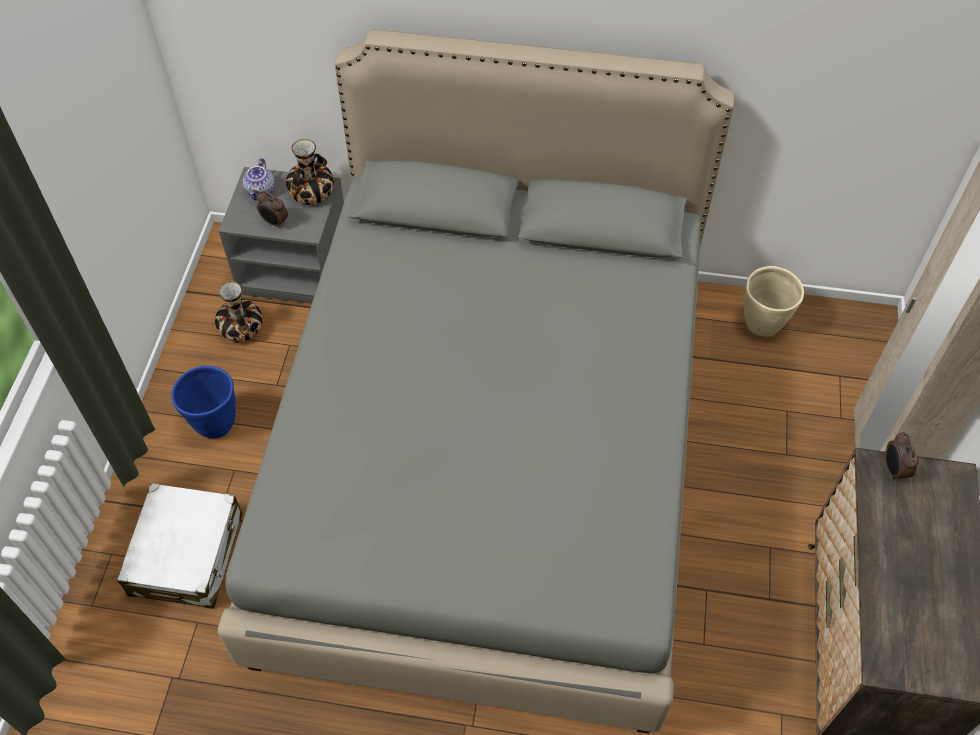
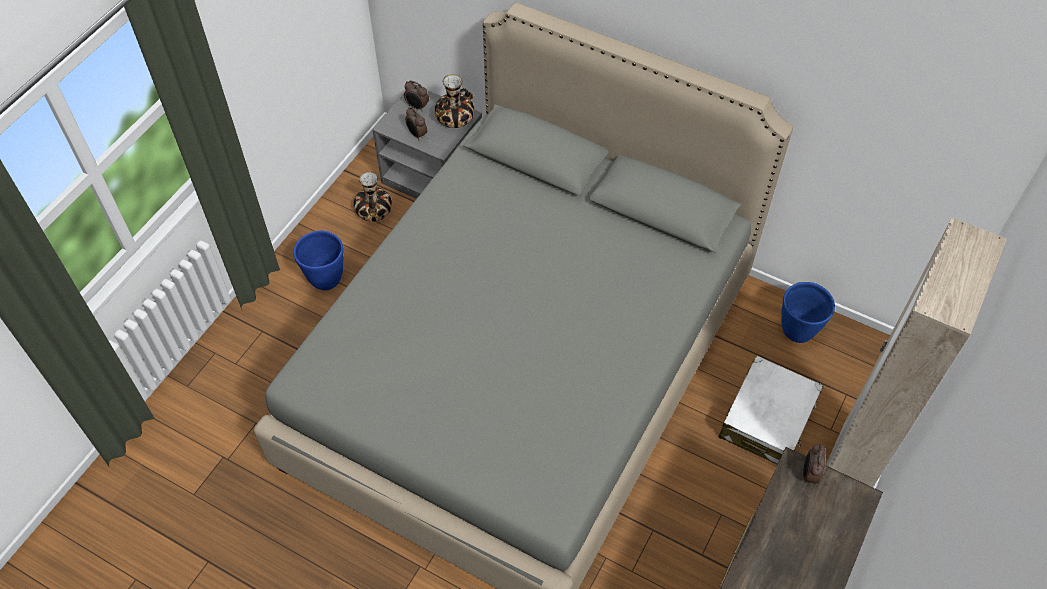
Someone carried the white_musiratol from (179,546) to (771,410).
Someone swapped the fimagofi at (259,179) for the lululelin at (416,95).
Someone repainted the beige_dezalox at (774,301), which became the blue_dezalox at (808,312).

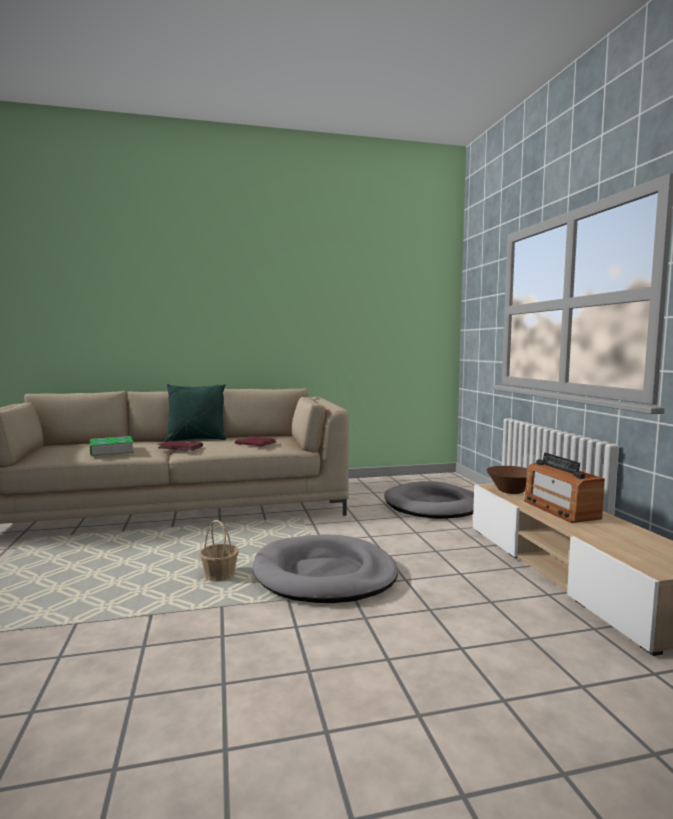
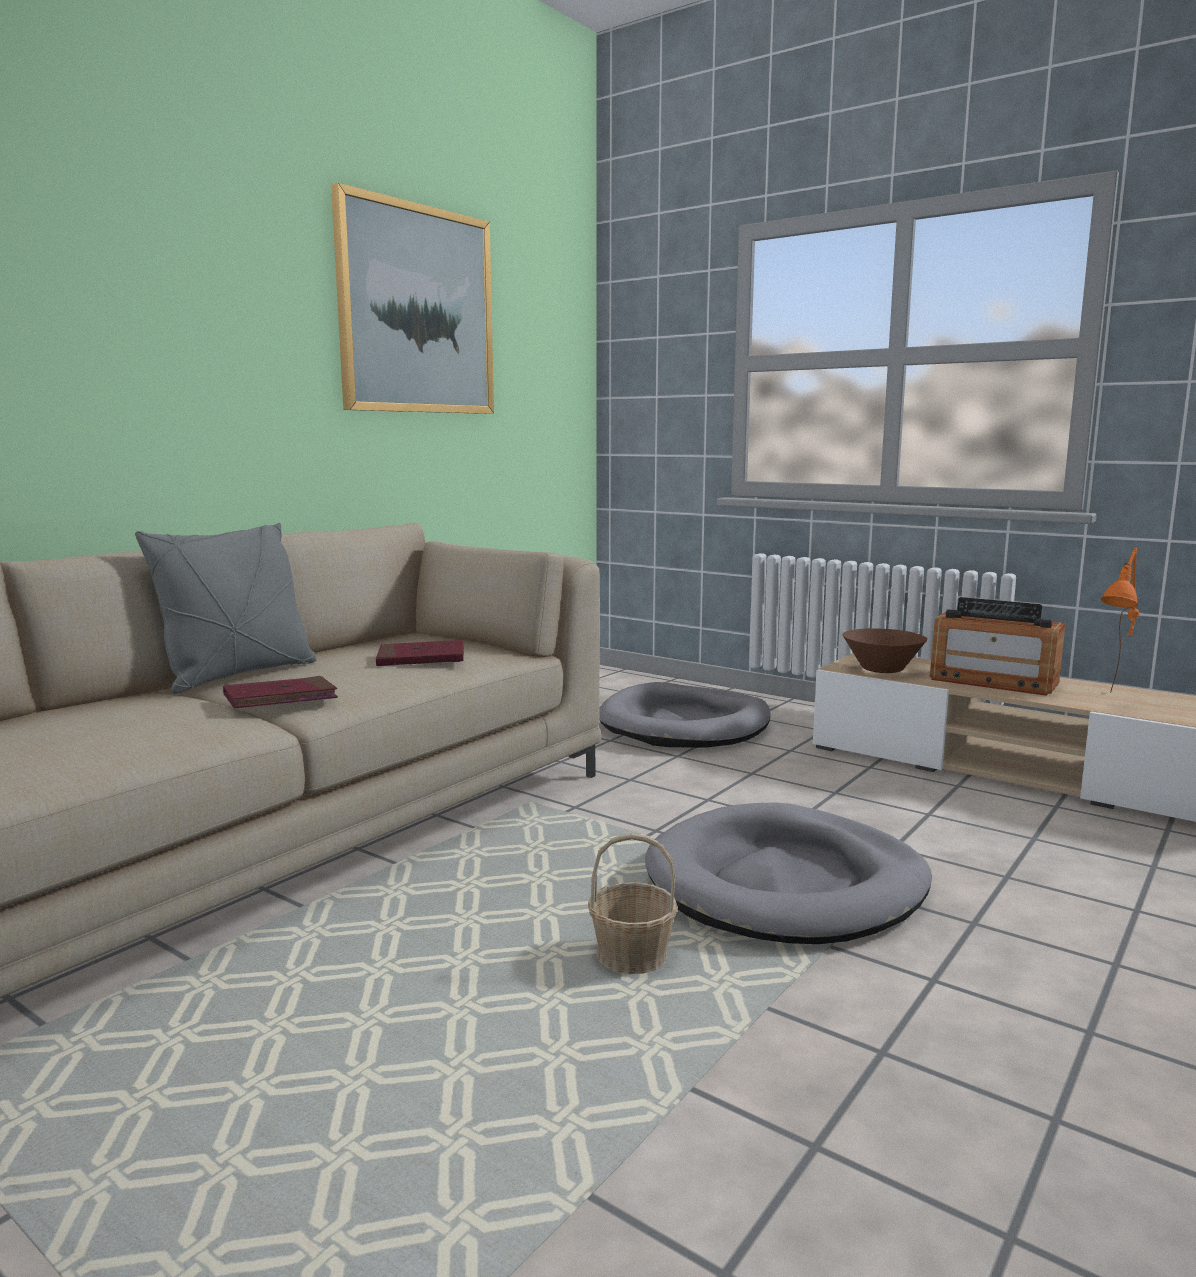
Someone took away the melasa at (112,446).
Someone repainted the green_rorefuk at (195,413), which became the grey_rorefuk at (226,608).
Someone put up the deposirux at (412,298).
Someone put down the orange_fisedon at (1120,620).

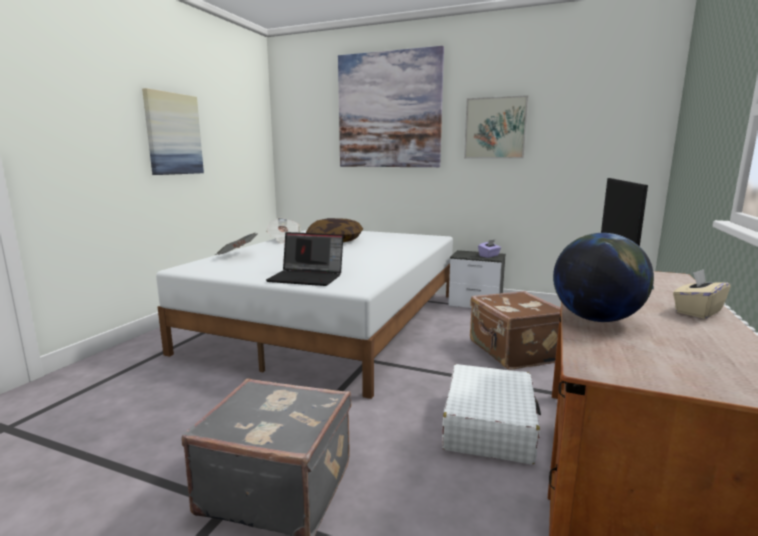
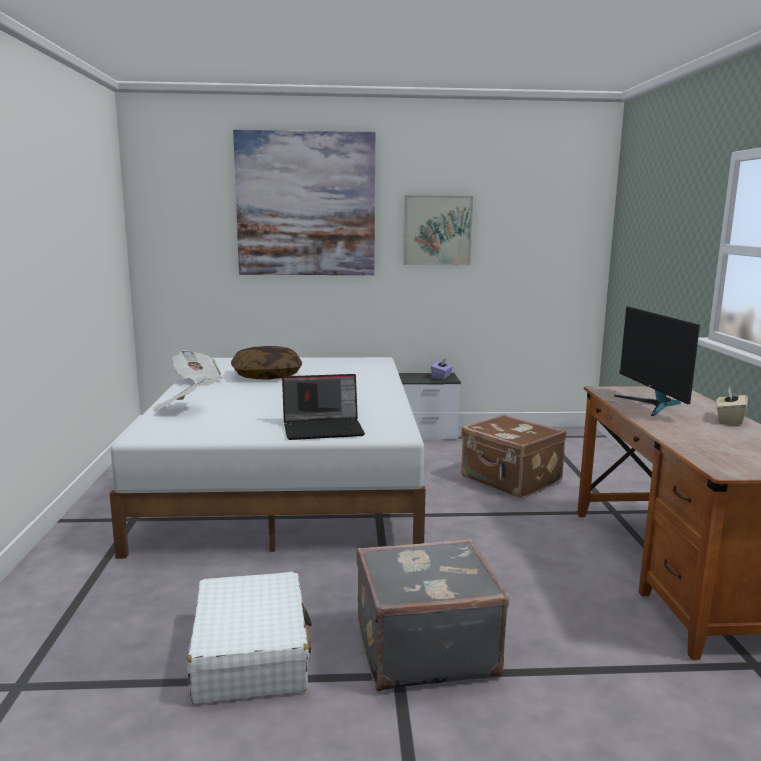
Someone took away the deposirux at (173,131).
Someone carried the white_musiratol from (491,414) to (249,638).
Someone took away the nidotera at (603,277).

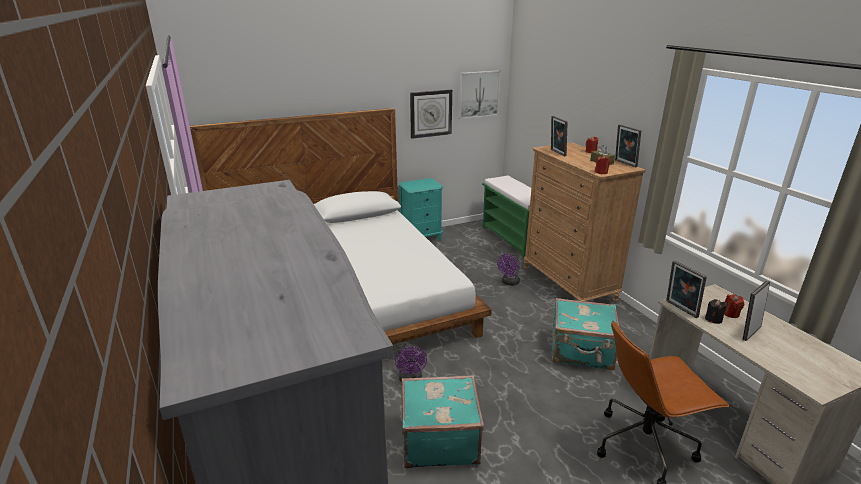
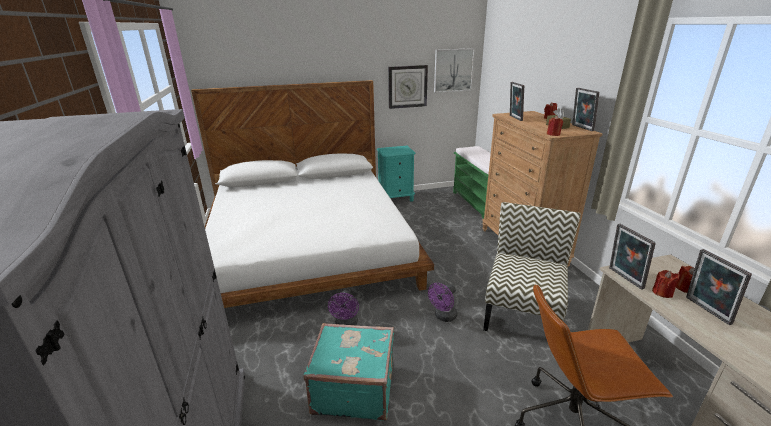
Someone carried the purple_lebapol from (508,270) to (443,302).
Someone swapped the turquoise_musiratol at (585,334) for the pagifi at (532,266).
Someone repainted the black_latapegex at (716,311), which became the red_latapegex at (665,284).
Someone rotated the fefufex at (756,310) by 75 degrees counterclockwise.

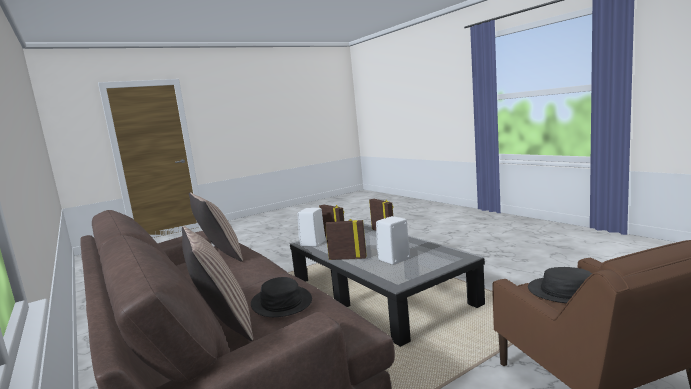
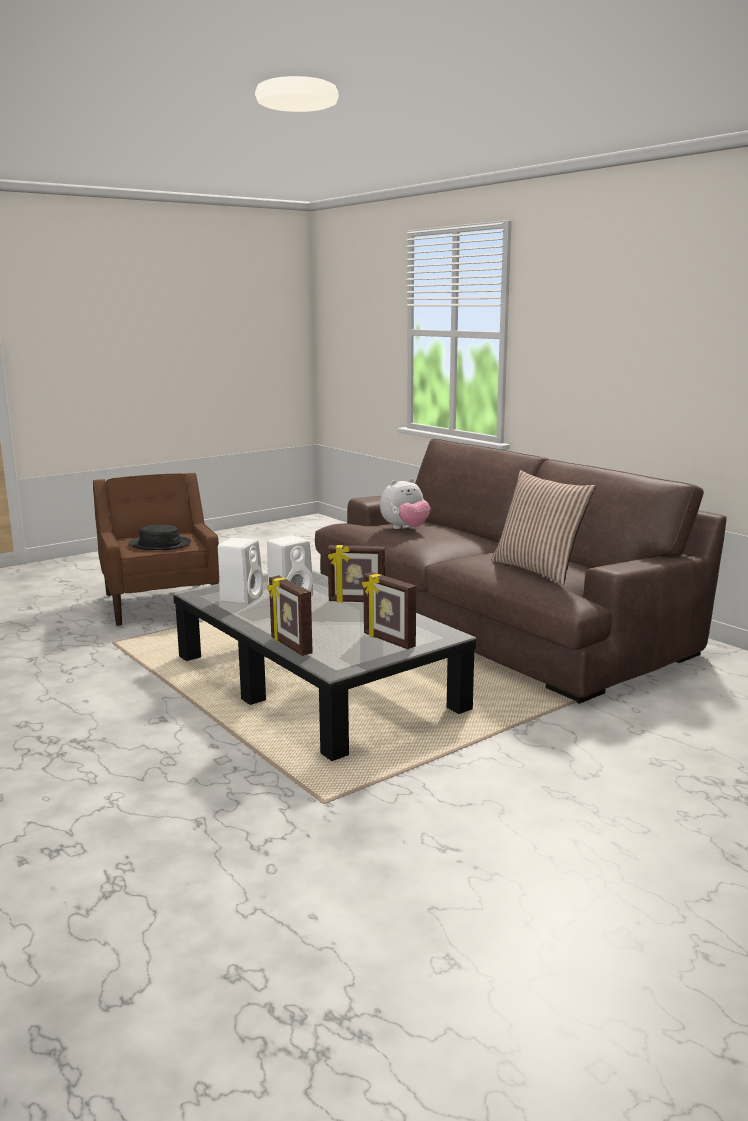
Someone took away the rorefuk at (217,283).
Someone swapped the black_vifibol at (281,297) for the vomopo at (405,503).
Someone carried the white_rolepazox from (311,227) to (240,571).

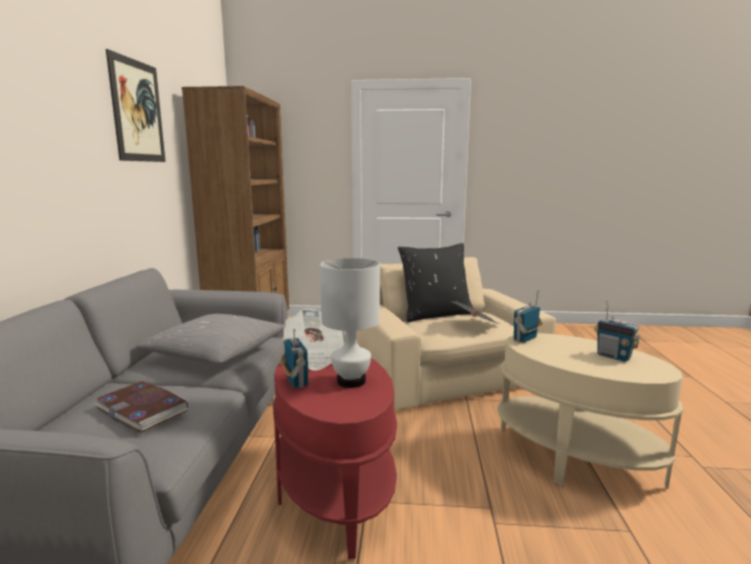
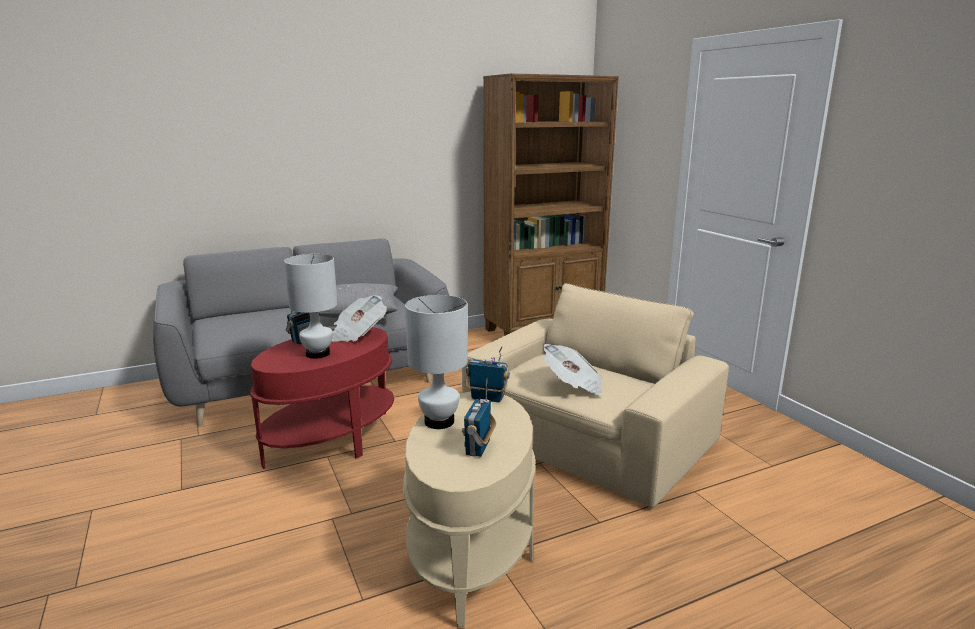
Someone took away the melasa at (141,407).
Someone took away the deposirux at (136,105).
Someone took away the black_rorefuk at (435,282).
Someone put down the white_fisedon at (436,362).

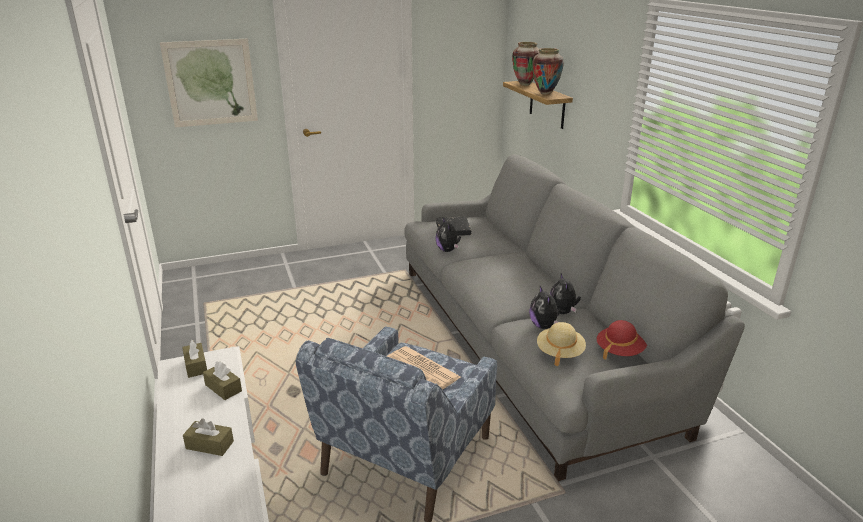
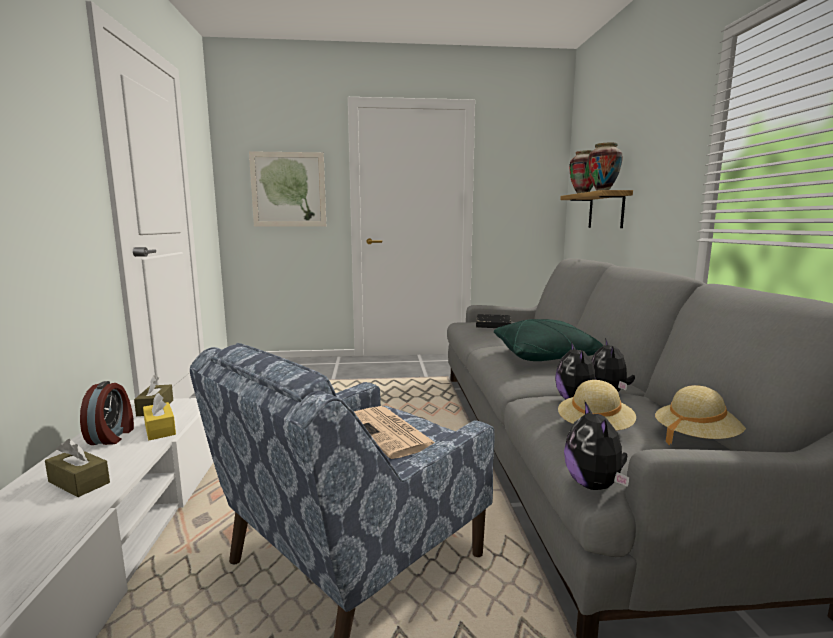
Someone repainted the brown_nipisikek at (222,380), which became the yellow_nipisikek at (159,416).
Someone carried the vomopo from (448,235) to (597,446).
Someone repainted the red_vifibol at (622,340), which became the beige_vifibol at (700,415).
Someone put down the lululelin at (107,413).
Someone put down the green_rorefuk at (548,340).

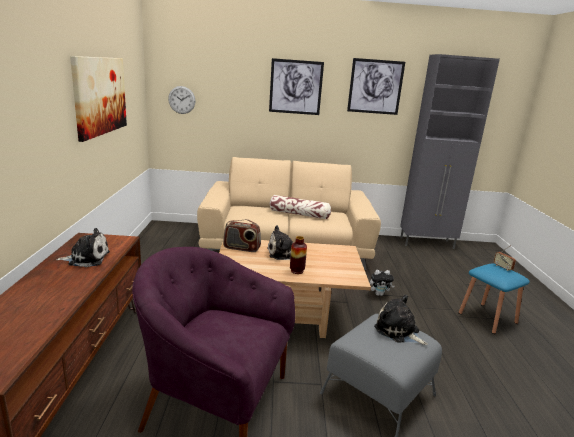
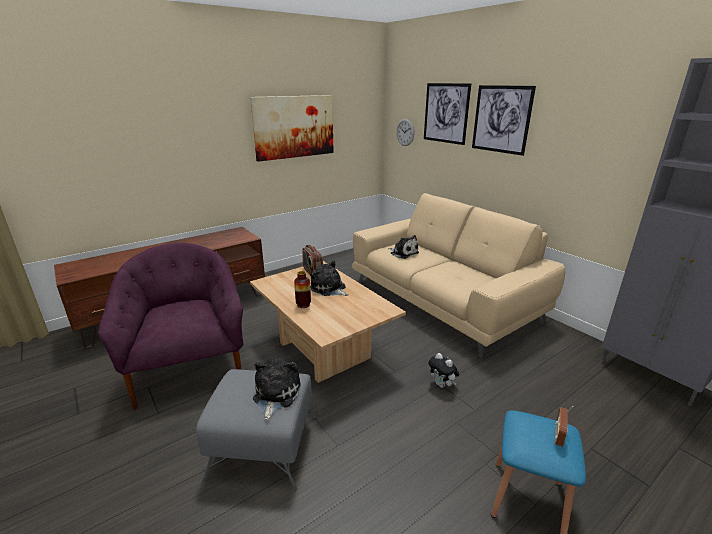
Someone carried the vomopo from (83,247) to (403,247).
Someone took away the rorefuk at (300,207).
Someone carried the deposirux from (376,86) to (447,114).

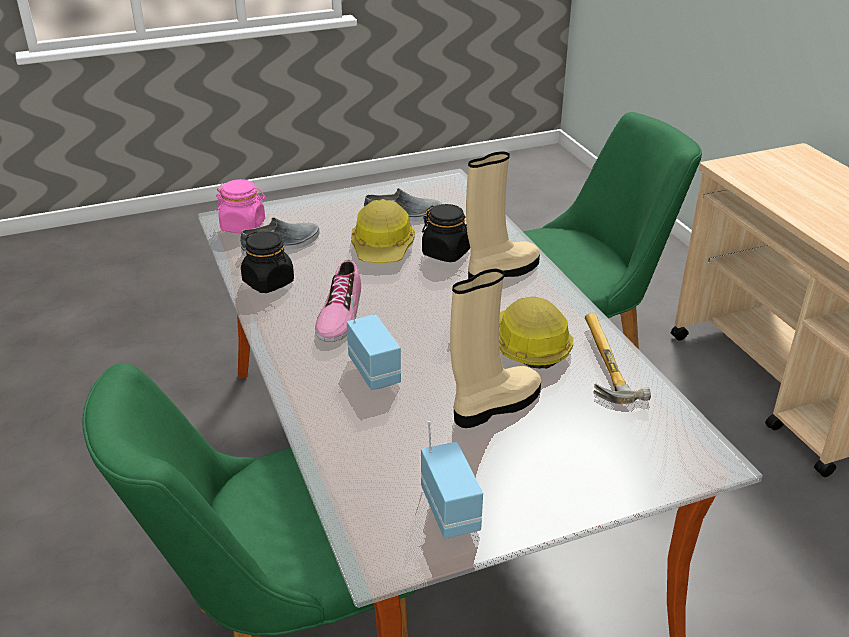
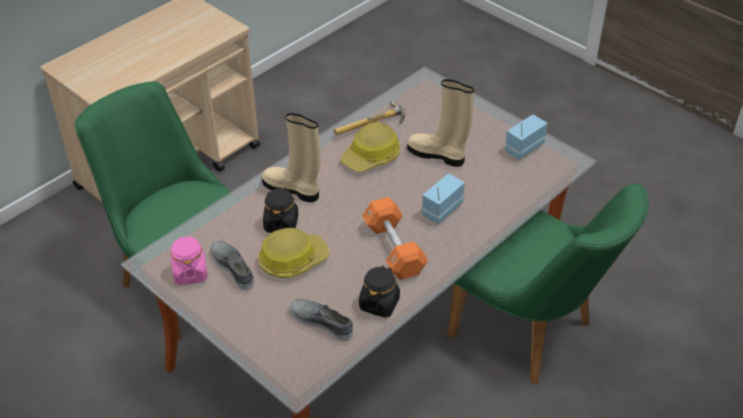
Someone carried the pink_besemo from (241,206) to (189,260).
Someone swapped the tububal at (338,301) for the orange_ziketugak at (395,238).

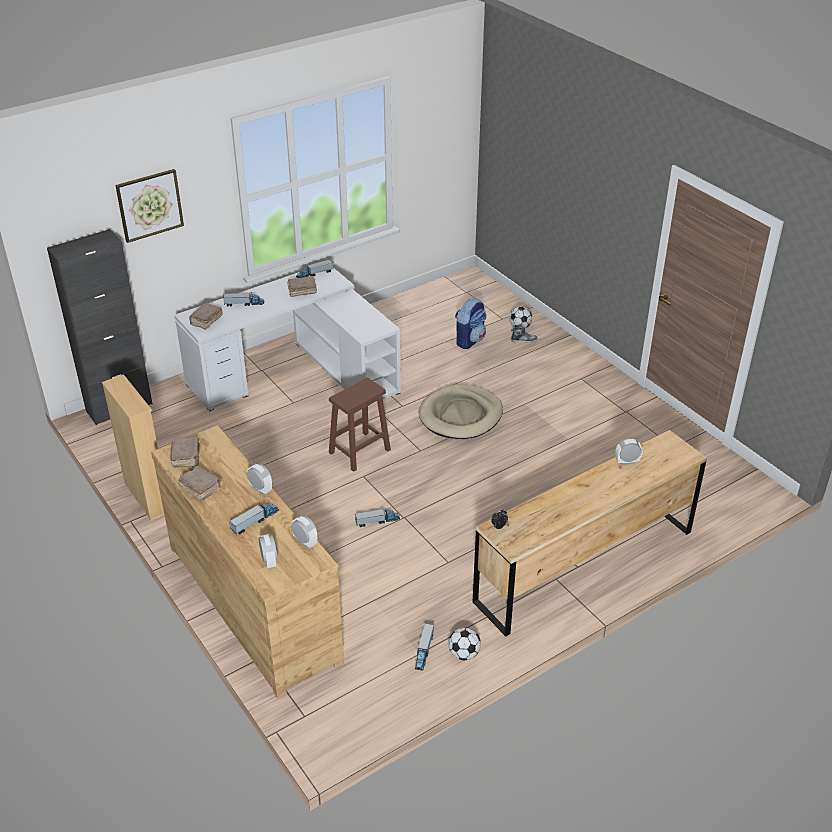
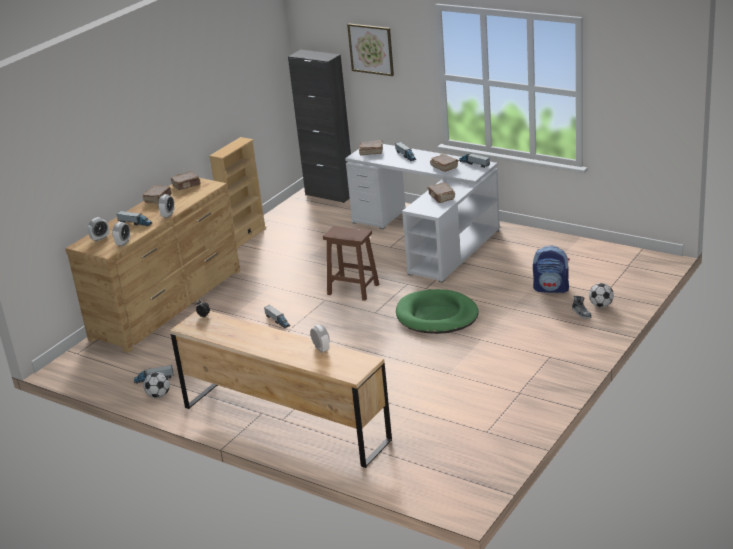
Someone repainted the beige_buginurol at (461,411), which became the green_buginurol at (437,311).
Someone put down the brown_melasa at (441,192).

